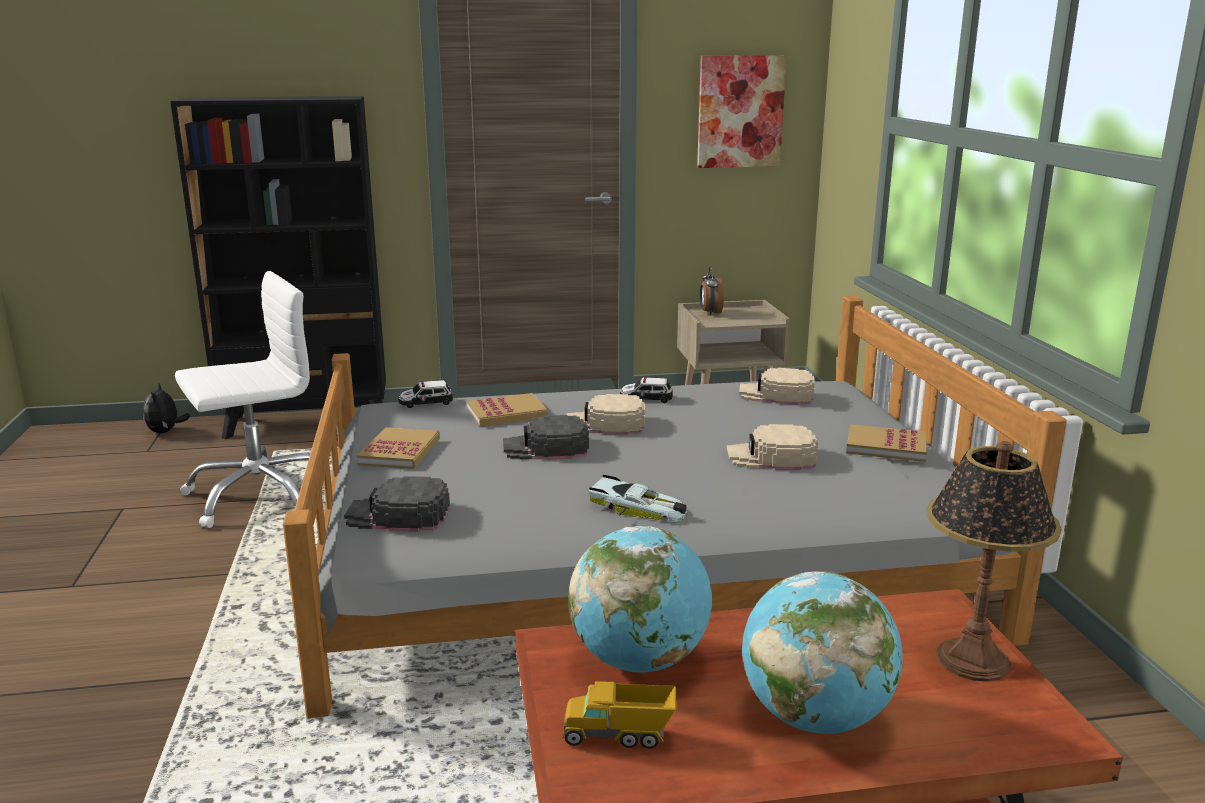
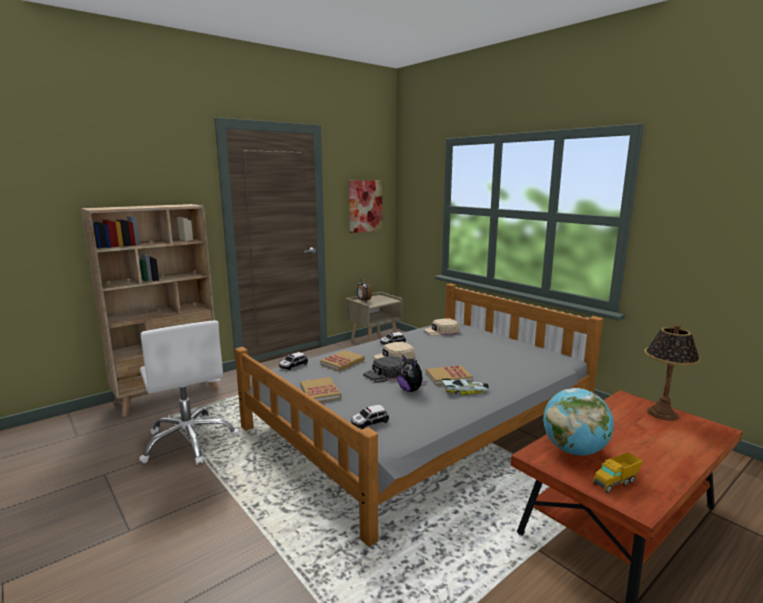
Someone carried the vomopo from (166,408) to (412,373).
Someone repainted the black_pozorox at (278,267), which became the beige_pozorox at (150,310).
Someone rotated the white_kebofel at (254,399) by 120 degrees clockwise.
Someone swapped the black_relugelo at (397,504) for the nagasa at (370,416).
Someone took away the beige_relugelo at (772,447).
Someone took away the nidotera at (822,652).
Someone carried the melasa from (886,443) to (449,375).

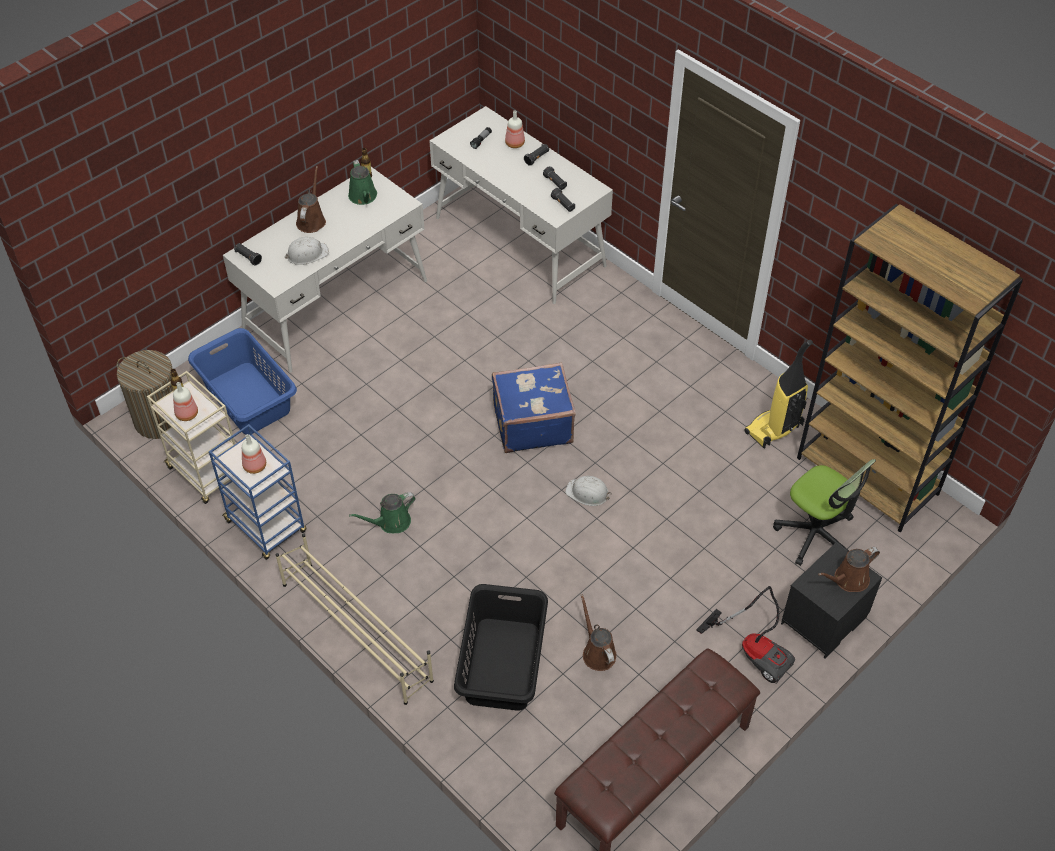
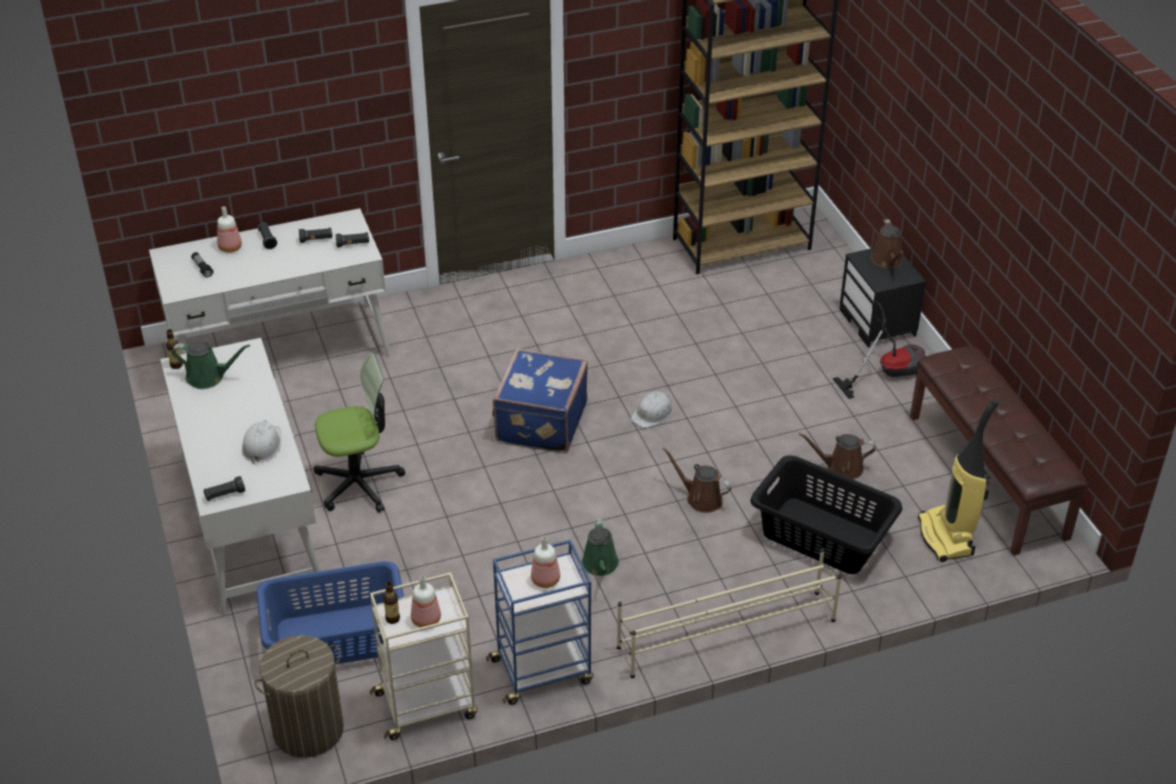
Someone carried the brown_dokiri from (311,199) to (696,480).
Someone carried the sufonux from (778,394) to (958,480).
Someone carried the kebofel from (824,512) to (359,433).

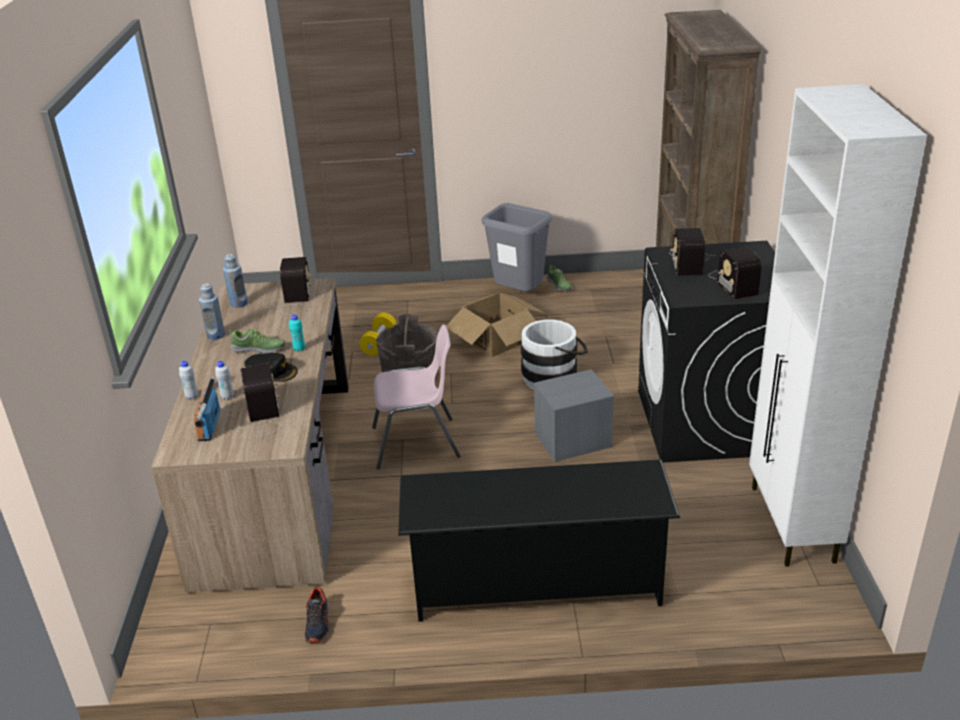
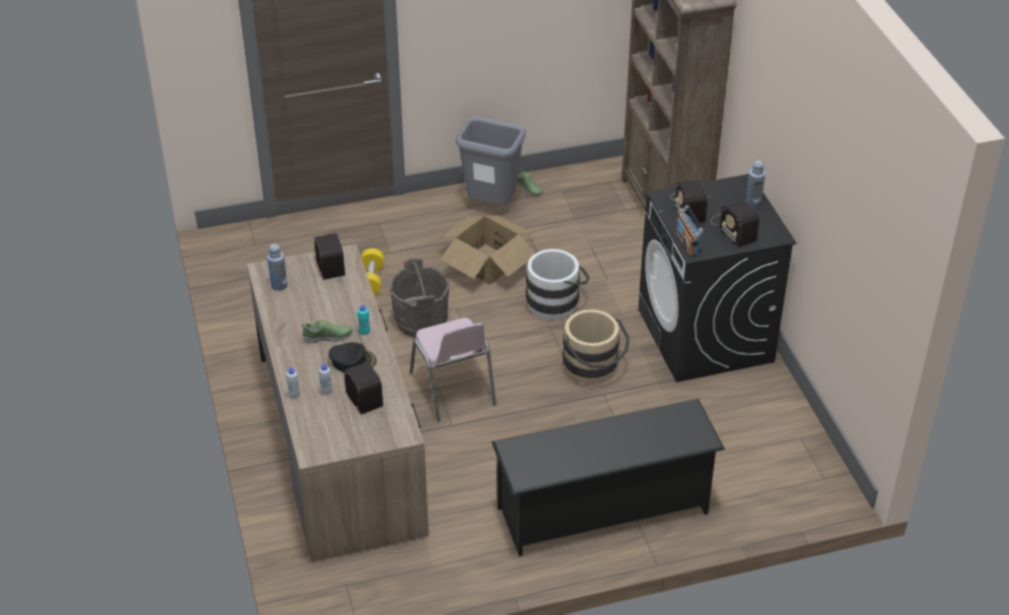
Someone carried the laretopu from (207,409) to (689,231).
Someone carried the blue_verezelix from (212,312) to (756,184).
Someone took away the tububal at (316,614).
Someone rotated the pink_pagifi at (416,397) by 90 degrees clockwise.
Someone swapped the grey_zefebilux at (574,415) for the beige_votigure at (596,346).
Someone took away the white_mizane at (838,325).

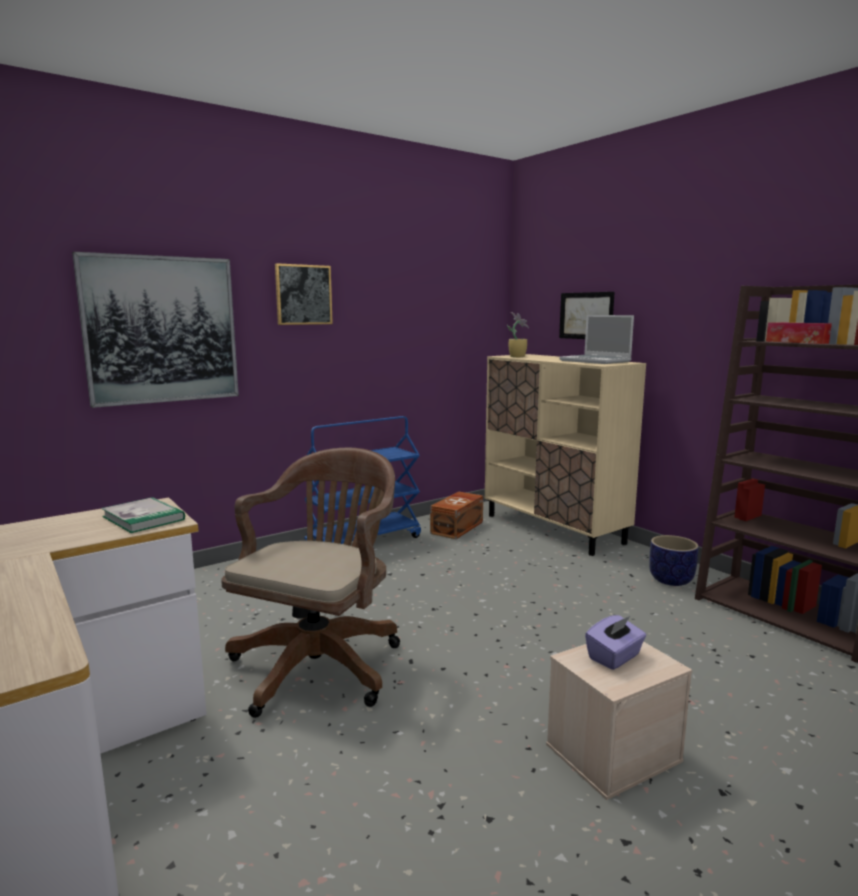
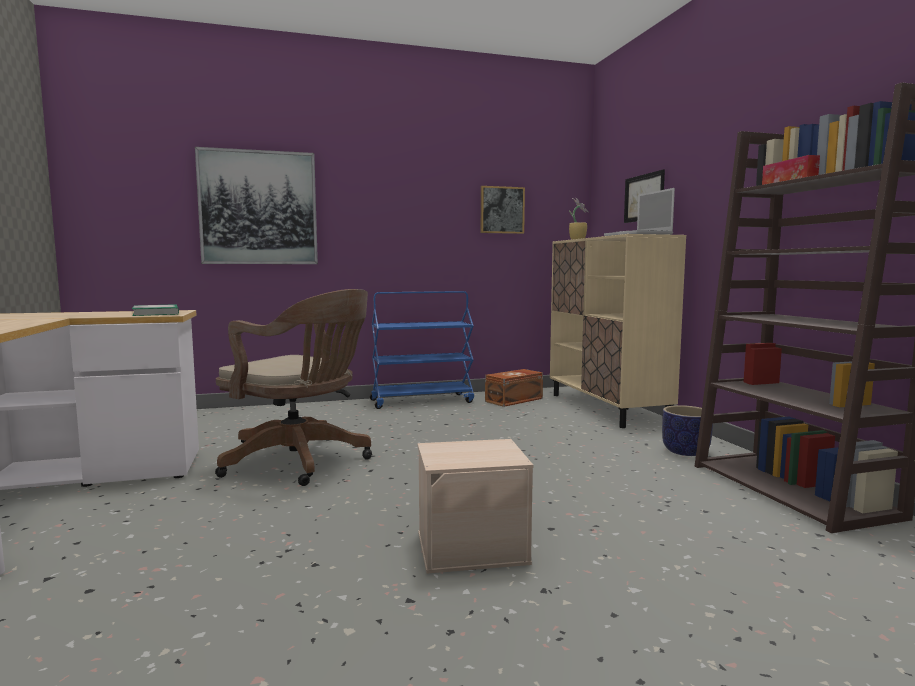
Someone rotated the brown_kebofel at (310,583) by 75 degrees clockwise.
Someone carried the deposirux from (304,294) to (503,210).
Someone took away the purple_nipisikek at (615,642).

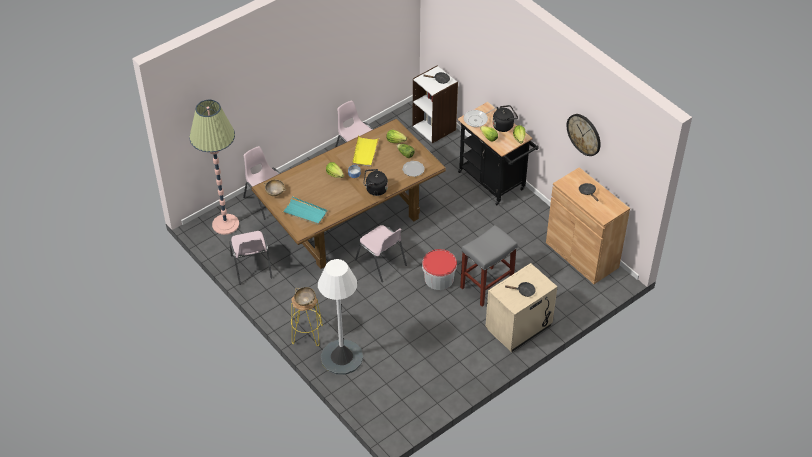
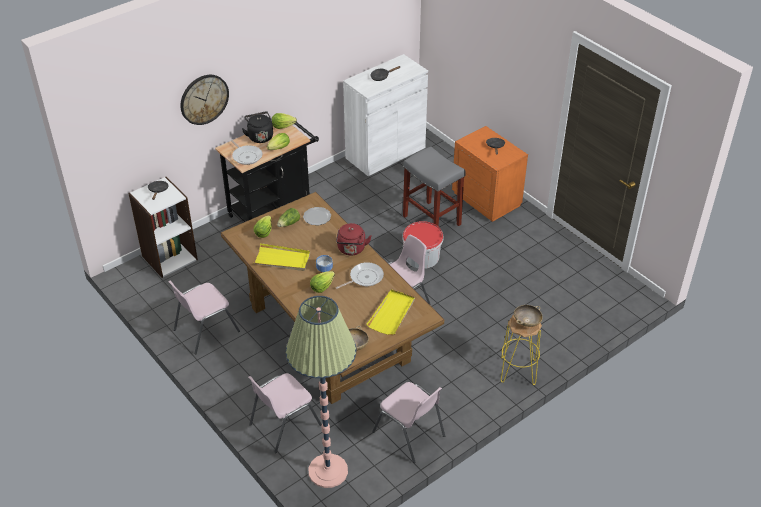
Someone rotated the pink_pagifi at (250,258) by 60 degrees clockwise.
Someone repainted the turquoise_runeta at (304,210), which became the yellow_runeta at (391,312).
Someone took away the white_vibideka at (340,317).
Someone repainted the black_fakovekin at (376,182), which became the red_fakovekin at (354,239).
Someone repainted the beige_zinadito at (521,307), which became the orange_zinadito at (490,174).
Someone repainted the brown_mizane at (588,225), which became the white_mizane at (385,115).
Someone carried the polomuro from (584,135) to (204,100).
Someone put down the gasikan at (360,275).

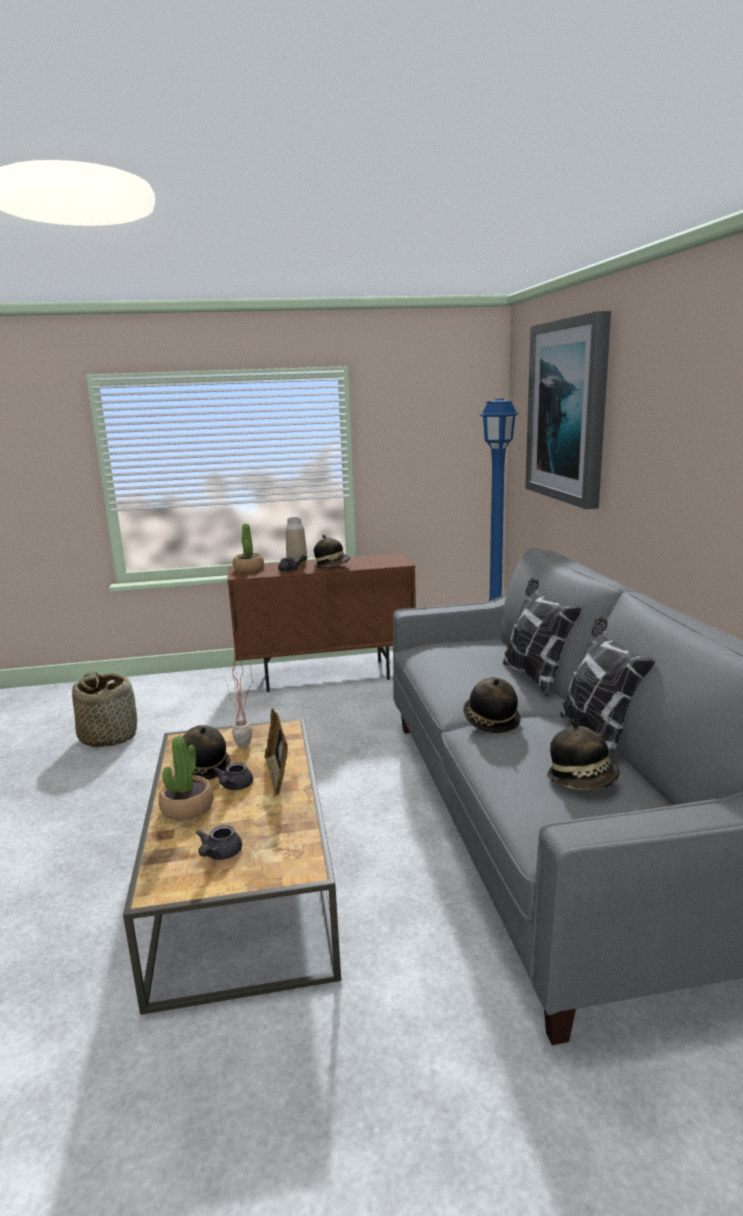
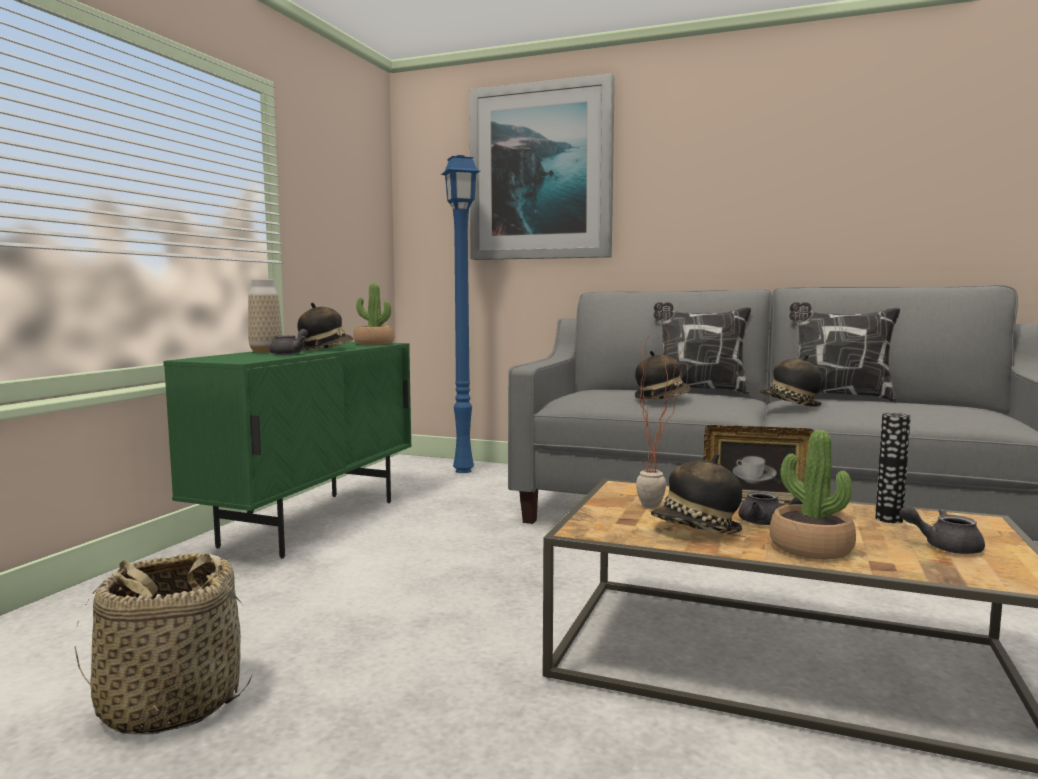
Someone rotated the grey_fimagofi at (219,842) by 150 degrees clockwise.
Someone repainted the brown_mizane at (321,622), which became the green_mizane at (287,450).
Someone carried the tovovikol from (248,548) to (373,314).
Someone carried the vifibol from (583,755) to (663,375).
Someone put down the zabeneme at (893,468).

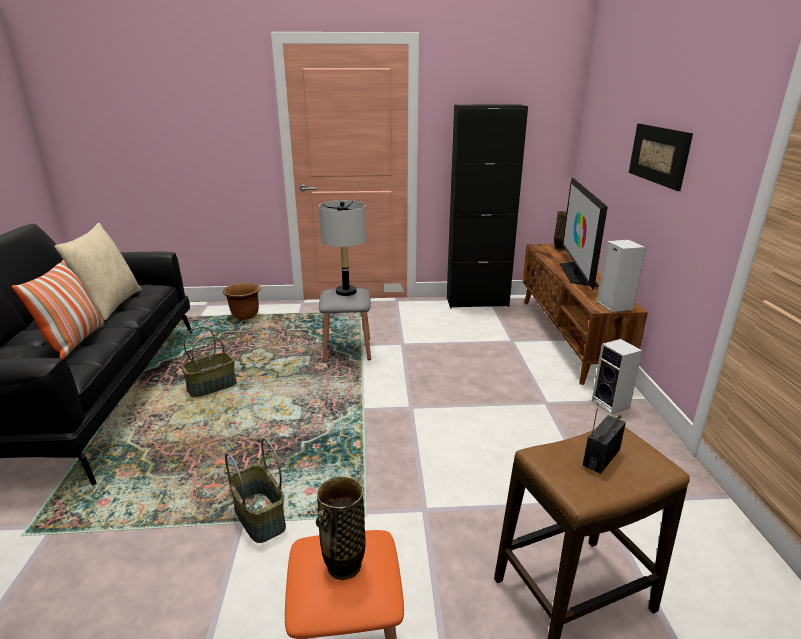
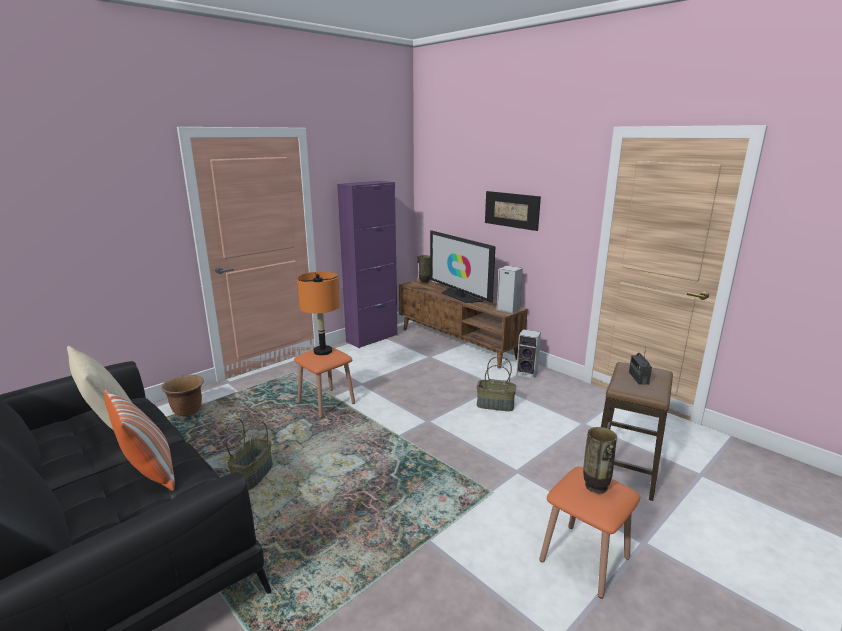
Someone carried the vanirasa from (255,490) to (496,383).
Someone repainted the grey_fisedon at (343,248), which became the orange_fisedon at (318,313).
Someone repainted the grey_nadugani at (345,325), which became the orange_nadugani at (324,382).
Someone repainted the black_mizane at (487,206), which became the purple_mizane at (367,264).

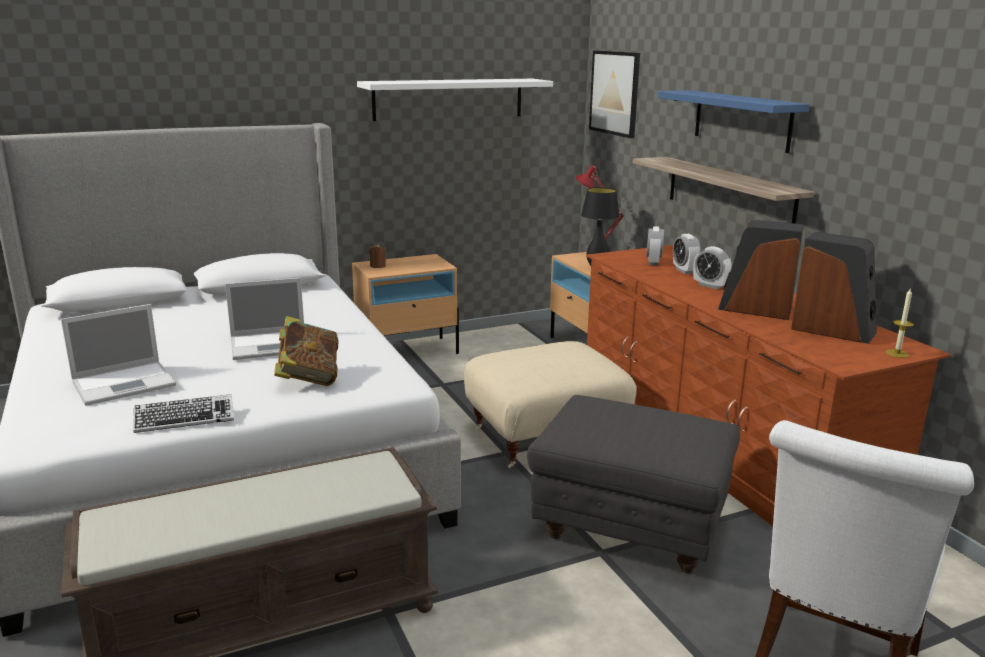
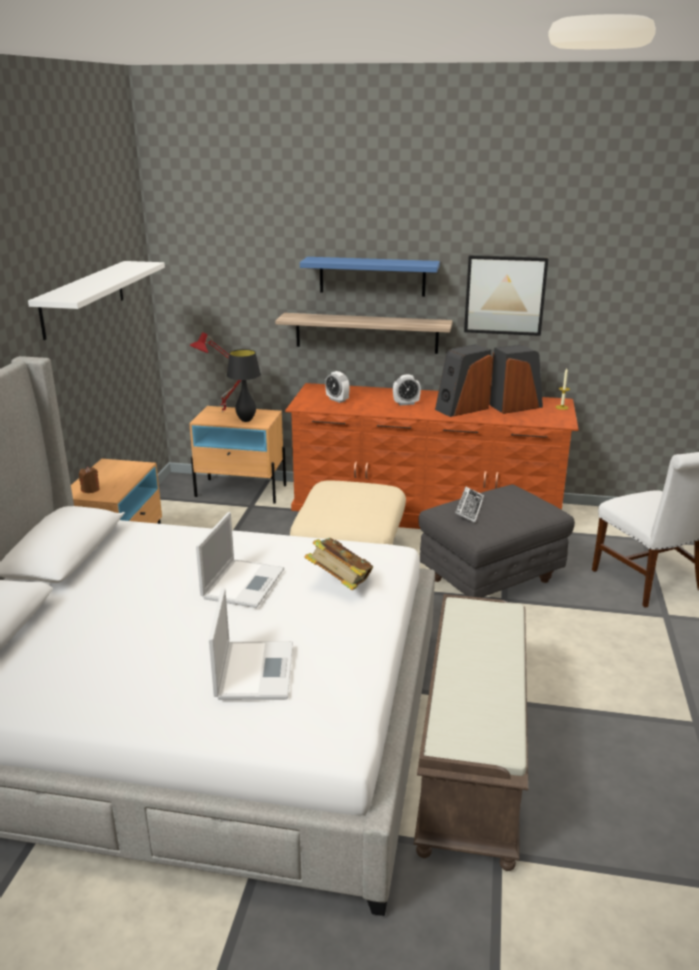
Someone carried the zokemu from (183,413) to (469,505).
Someone carried the deposirux from (614,94) to (506,295).
Someone took away the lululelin at (687,254).

